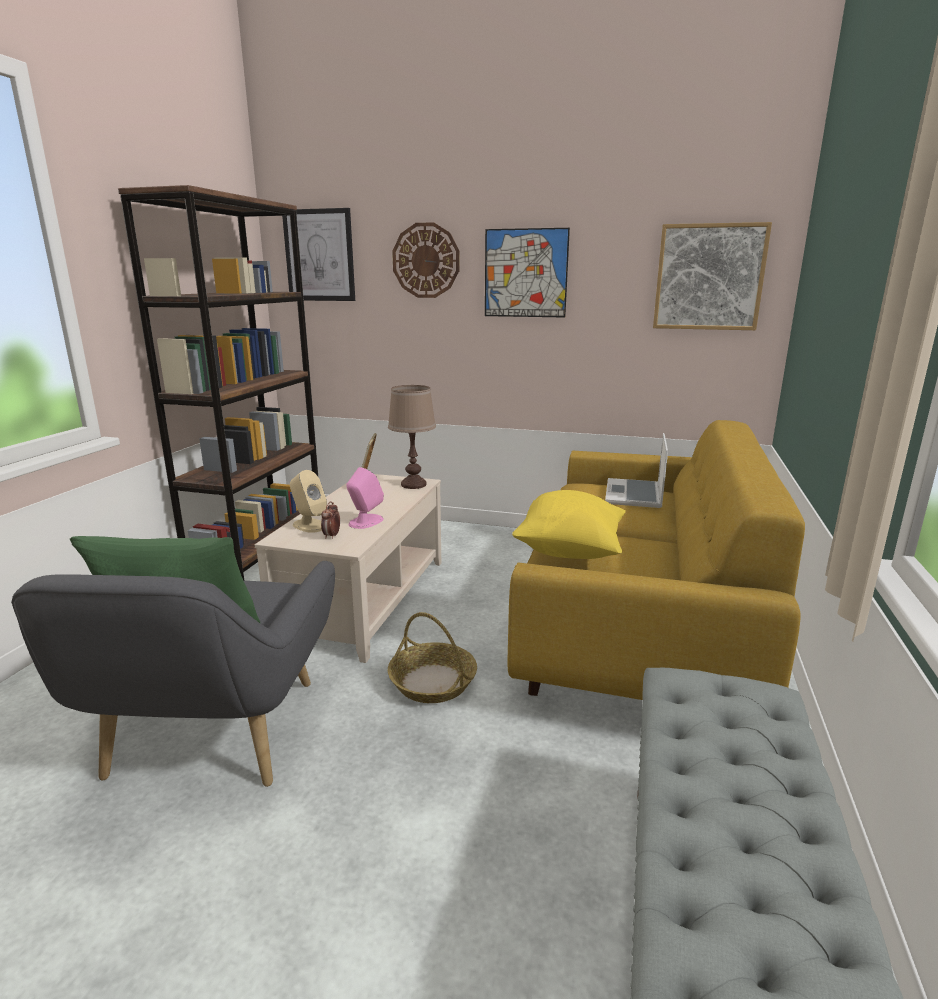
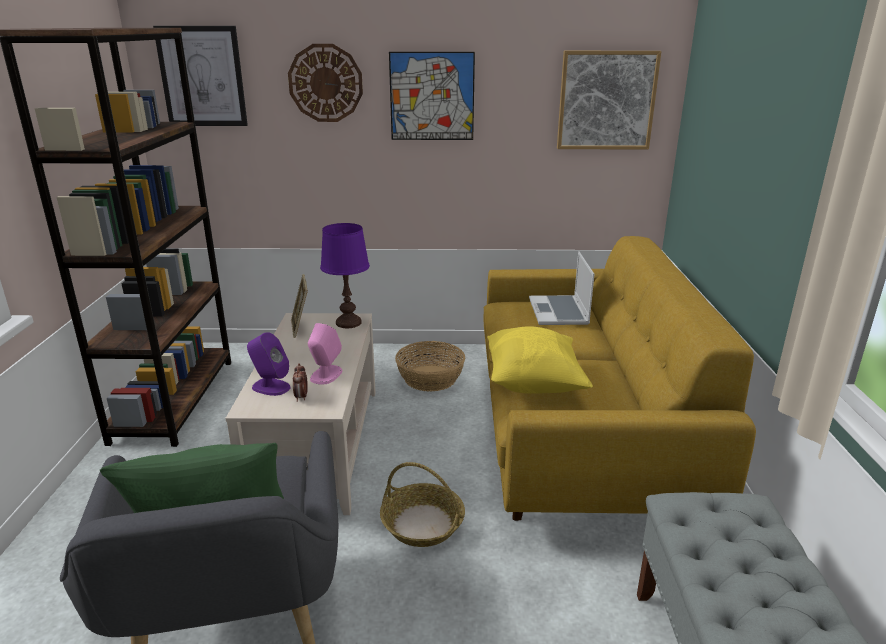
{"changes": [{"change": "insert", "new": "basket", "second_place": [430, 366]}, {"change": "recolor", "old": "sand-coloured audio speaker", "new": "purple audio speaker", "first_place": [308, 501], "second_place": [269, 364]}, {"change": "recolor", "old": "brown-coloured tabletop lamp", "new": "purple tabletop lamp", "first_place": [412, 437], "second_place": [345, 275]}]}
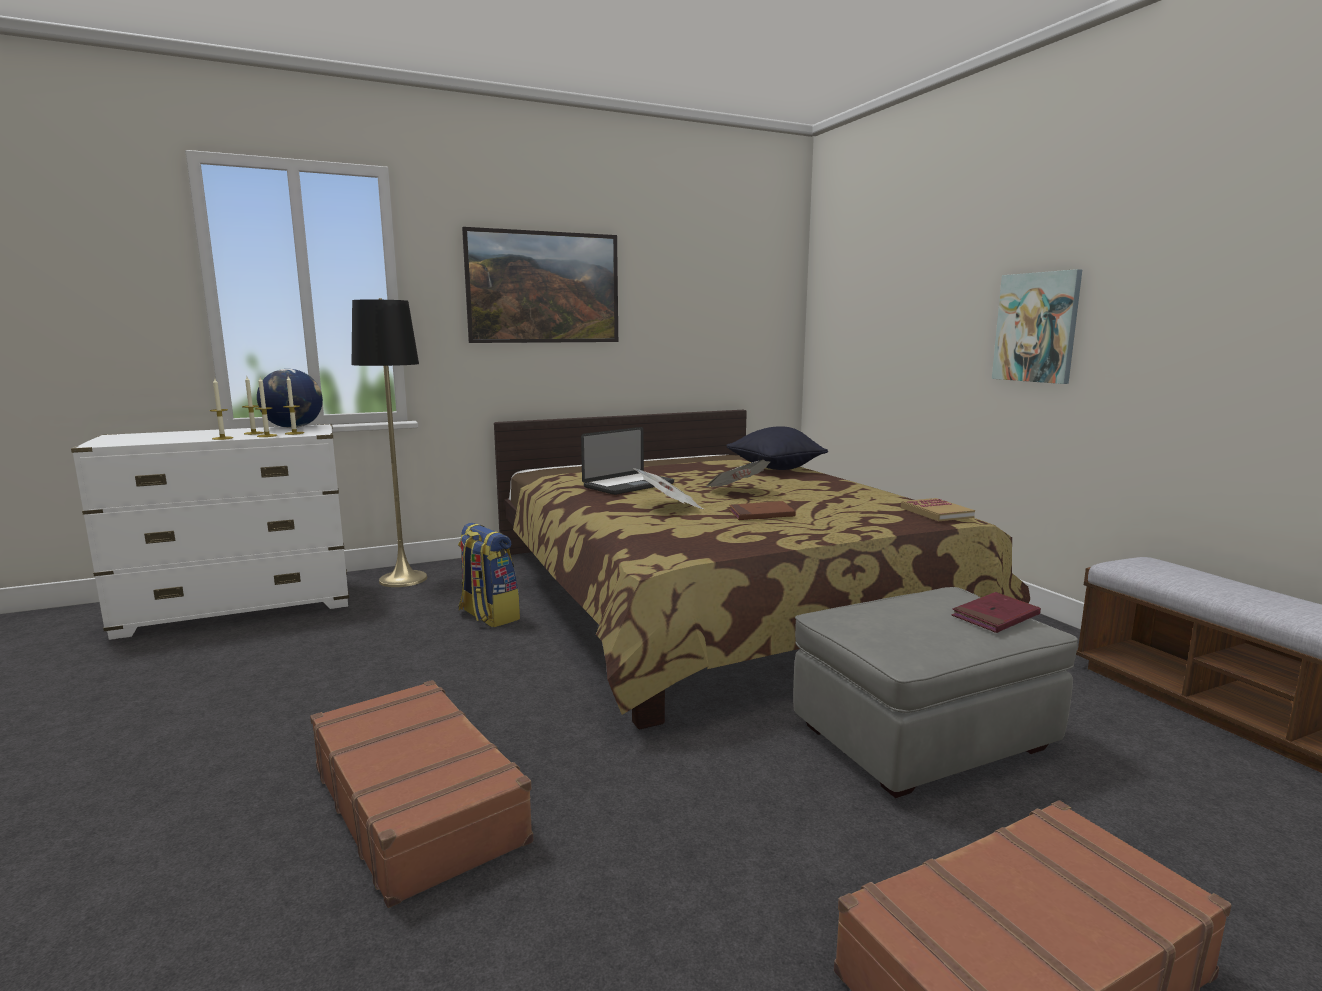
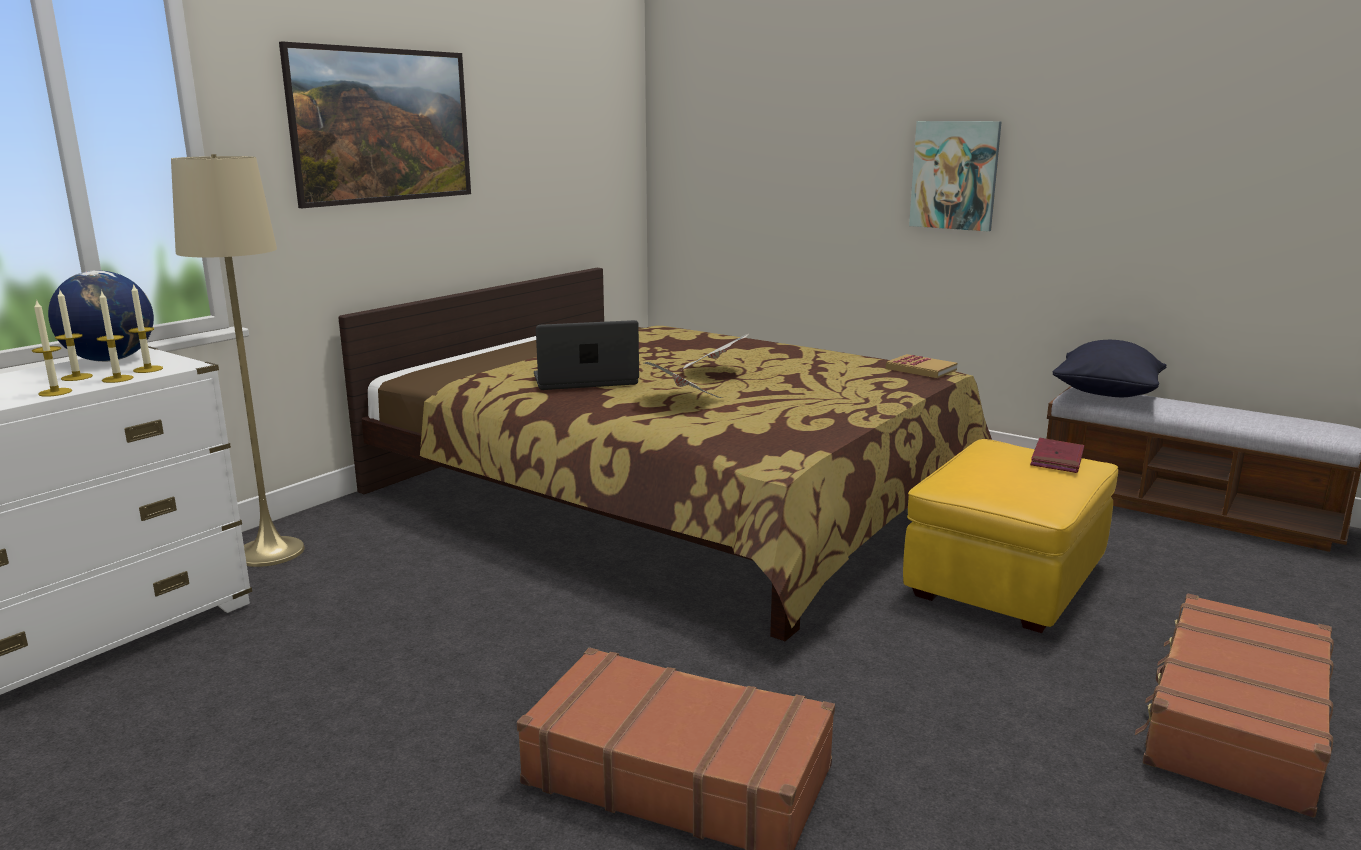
{"changes": [{"change": "delete", "old": "backpack", "first_place": [489, 575]}, {"change": "delete", "old": "brown-coloured volume", "first_place": [762, 510]}, {"change": "move", "old": "black-coloured throw pillow", "first_place": [777, 448], "second_place": [1109, 368]}, {"change": "recolor", "old": "black-coloured floor lamp", "new": "sand-coloured floor lamp", "first_place": [389, 442], "second_place": [238, 360]}, {"change": "recolor", "old": "grey ottoman", "new": "yellowish ottoman", "first_place": [935, 692], "second_place": [1010, 536]}, {"change": "rotate", "old": "notebook computer", "first_place": [627, 461], "second_place": [586, 355], "degrees": -120}]}
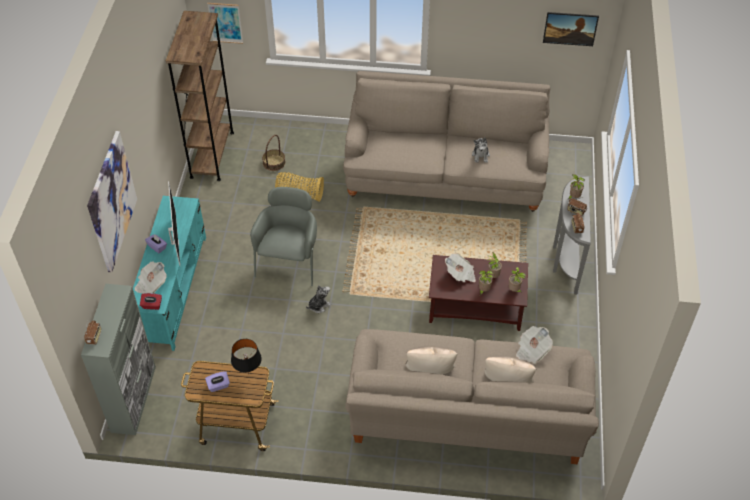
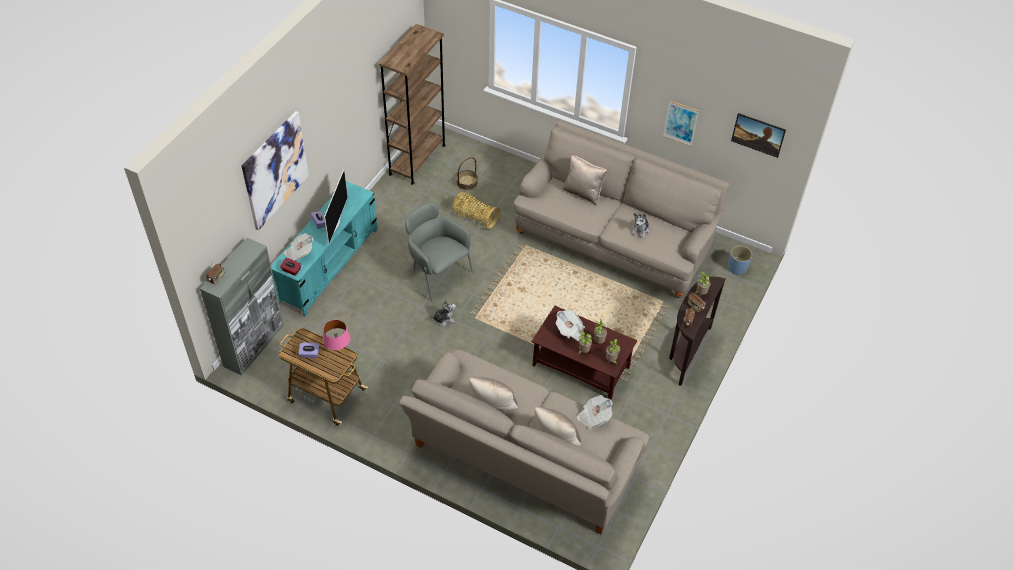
{"changes": [{"change": "insert", "new": "sand-coloured throw pillow", "second_place": [584, 180]}, {"change": "insert", "new": "blue planter", "second_place": [740, 260]}, {"change": "move", "old": "picture", "first_place": [225, 23], "second_place": [681, 123]}, {"change": "recolor", "old": "black-coloured tabletop lamp", "new": "pink tabletop lamp", "first_place": [246, 356], "second_place": [336, 336]}, {"change": "recolor", "old": "grey console table", "new": "brown-coloured console table", "first_place": [572, 235], "second_place": [697, 331]}, {"change": "rotate", "old": "grey easy chair", "first_place": [283, 236], "second_place": [439, 252], "degrees": -75}]}
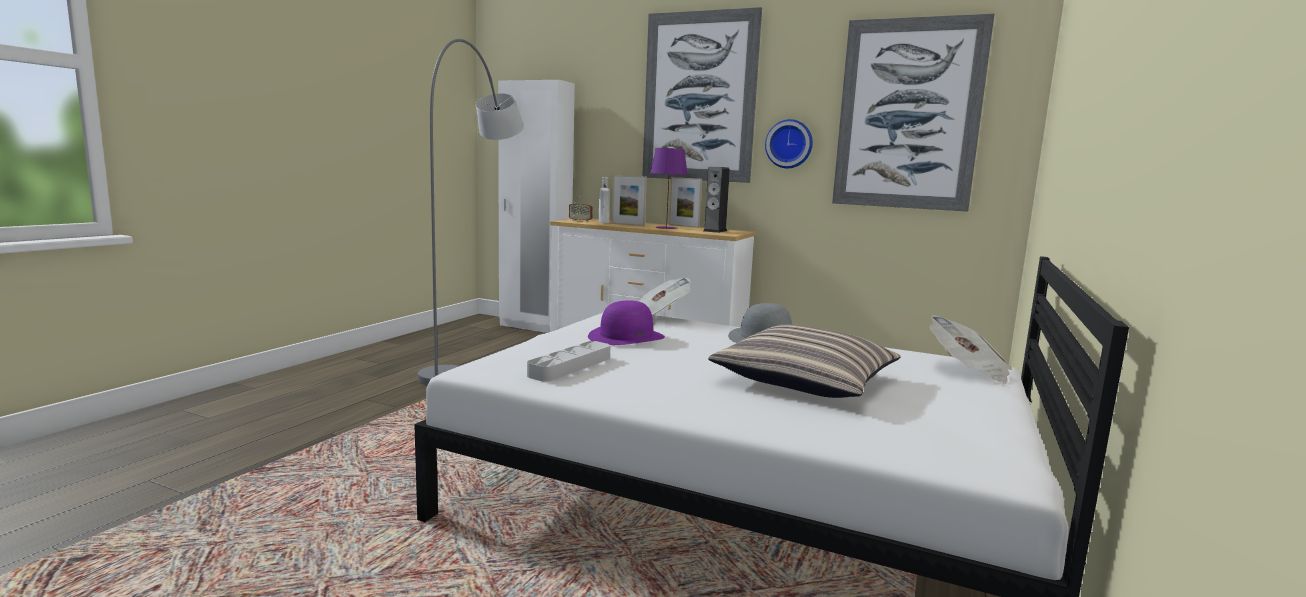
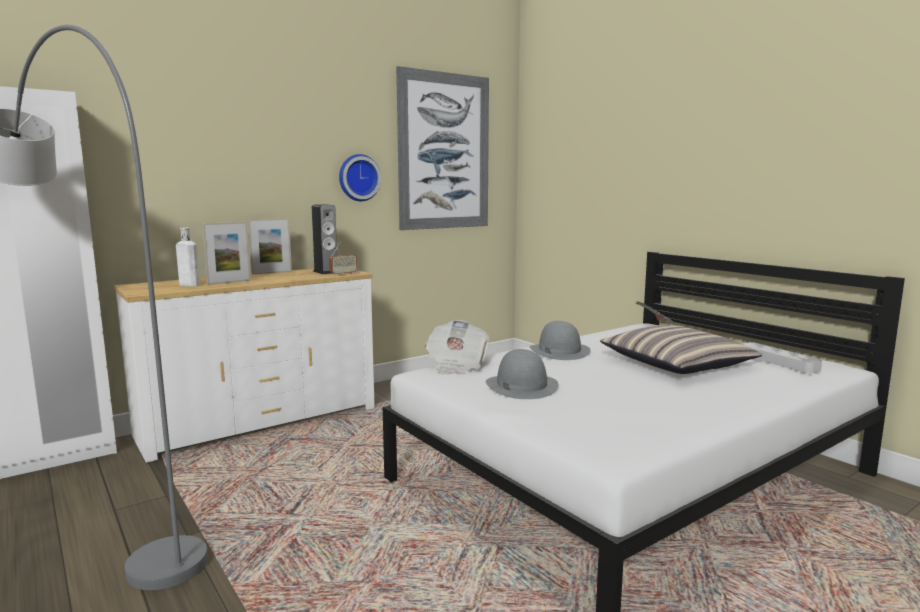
{"changes": [{"change": "delete", "old": "picture", "first_place": [702, 95]}, {"change": "delete", "old": "purple tabletop lamp", "first_place": [669, 188]}, {"change": "move", "old": "grey carrying tray", "first_place": [569, 361], "second_place": [782, 357]}, {"change": "move", "old": "radio set", "first_place": [581, 207], "second_place": [343, 258]}, {"change": "recolor", "old": "purple wearable hat", "new": "grey wearable hat", "first_place": [626, 323], "second_place": [522, 374]}]}
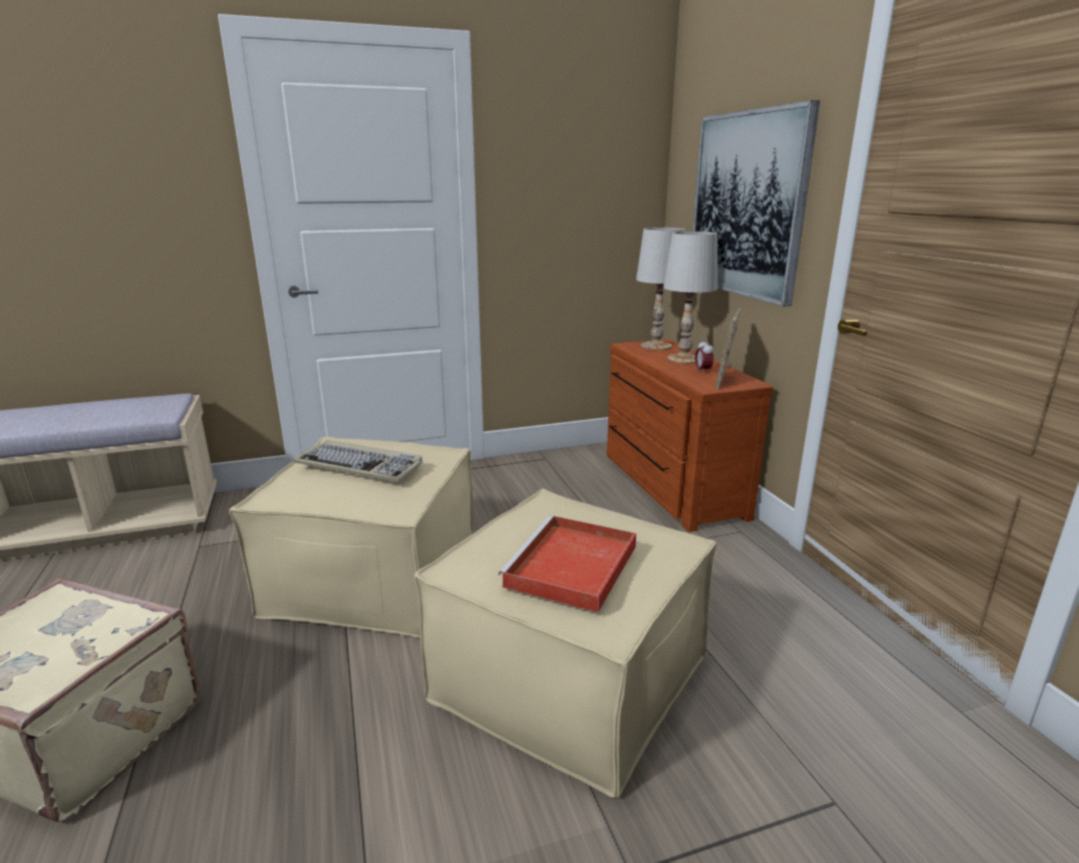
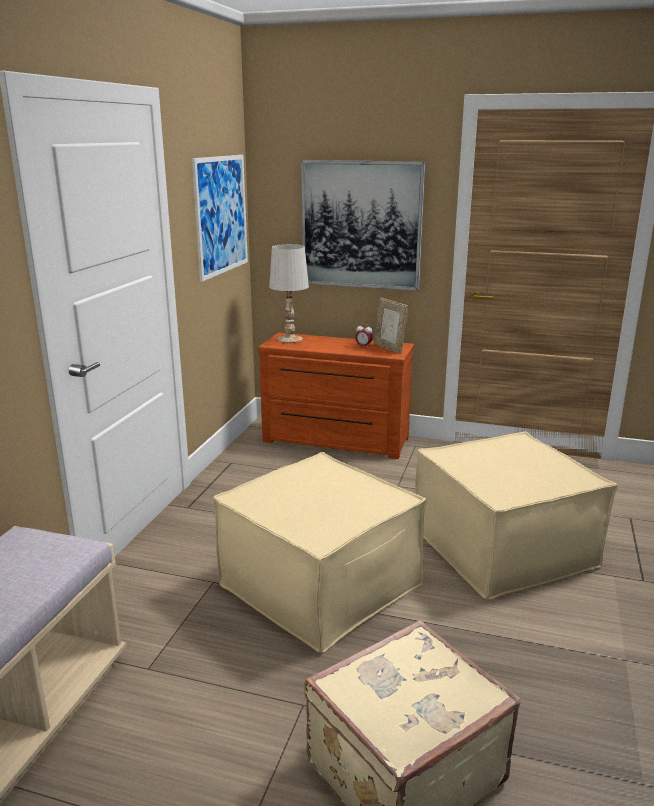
{"changes": [{"change": "delete", "old": "PC keyboard", "first_place": [357, 461]}, {"change": "delete", "old": "red carrying tray", "first_place": [567, 563]}, {"change": "delete", "old": "white-coloured tabletop lamp", "first_place": [690, 297]}, {"change": "insert", "new": "picture", "second_place": [220, 218]}]}
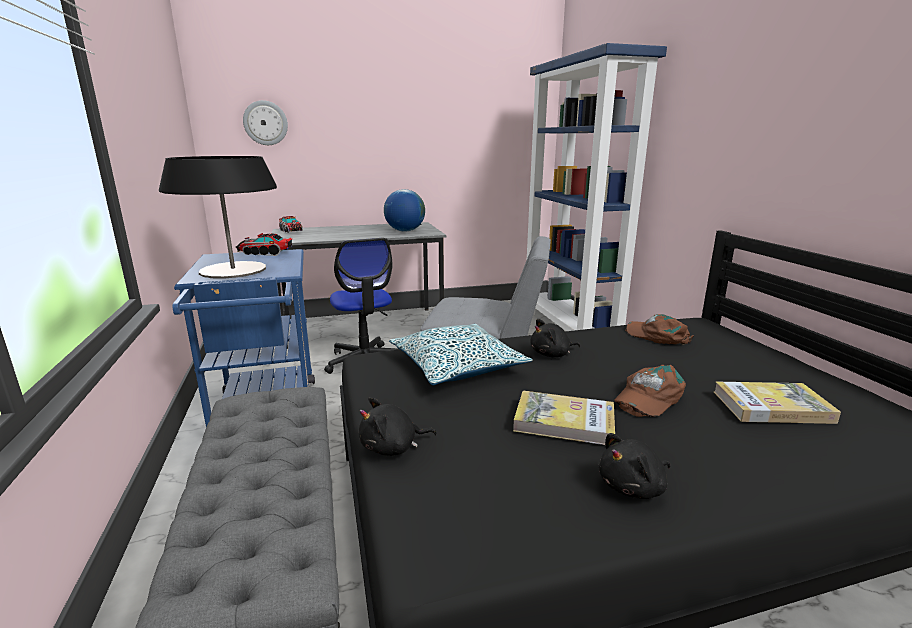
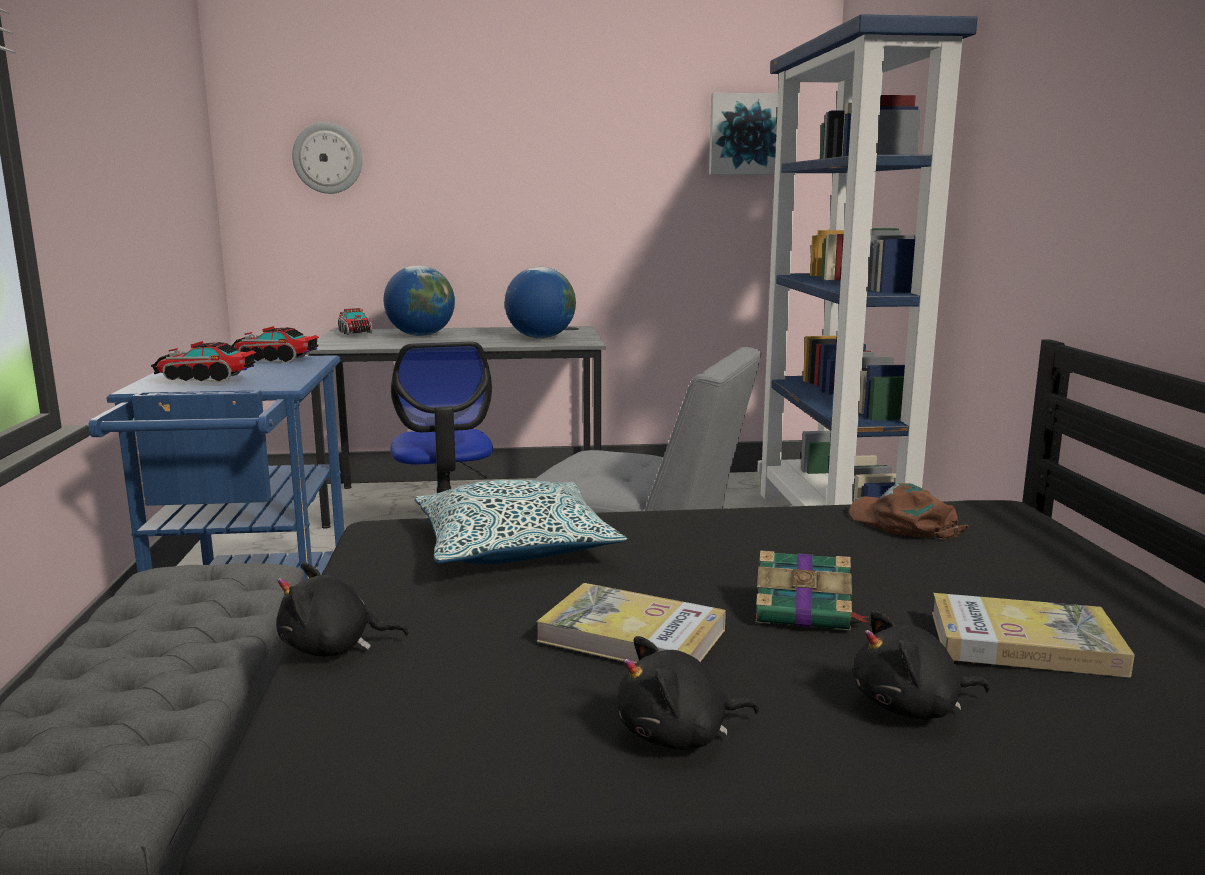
{"changes": [{"change": "insert", "new": "globe", "second_place": [419, 300]}, {"change": "insert", "new": "picture", "second_place": [743, 134]}, {"change": "move", "old": "black-coloured soft toy", "first_place": [555, 338], "second_place": [921, 665]}, {"change": "replace", "old": "tabletop lamp", "new": "toy lorry", "first_place": [218, 217], "second_place": [203, 362]}, {"change": "replace", "old": "brown-coloured baseball cap", "new": "volume", "first_place": [650, 391], "second_place": [812, 590]}]}
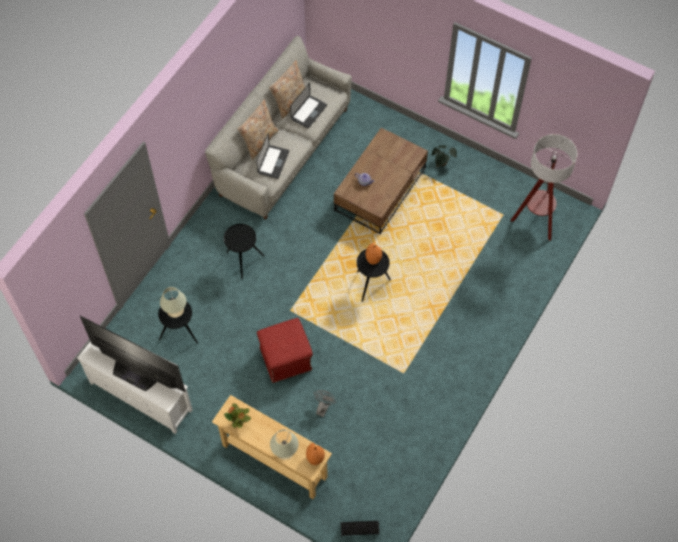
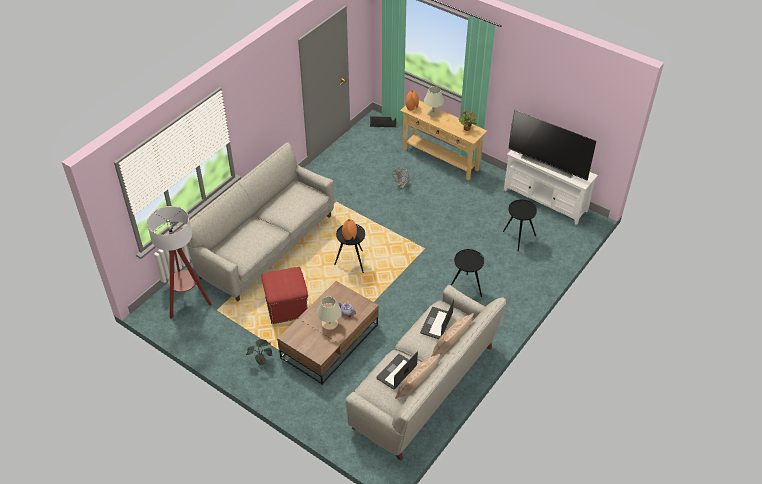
{"changes": [{"change": "insert", "new": "grey sofa", "second_place": [258, 221]}, {"change": "move", "old": "sand-coloured tabletop lamp", "first_place": [173, 302], "second_place": [329, 313]}, {"change": "move", "old": "red ottoman", "first_place": [285, 350], "second_place": [284, 295]}]}
